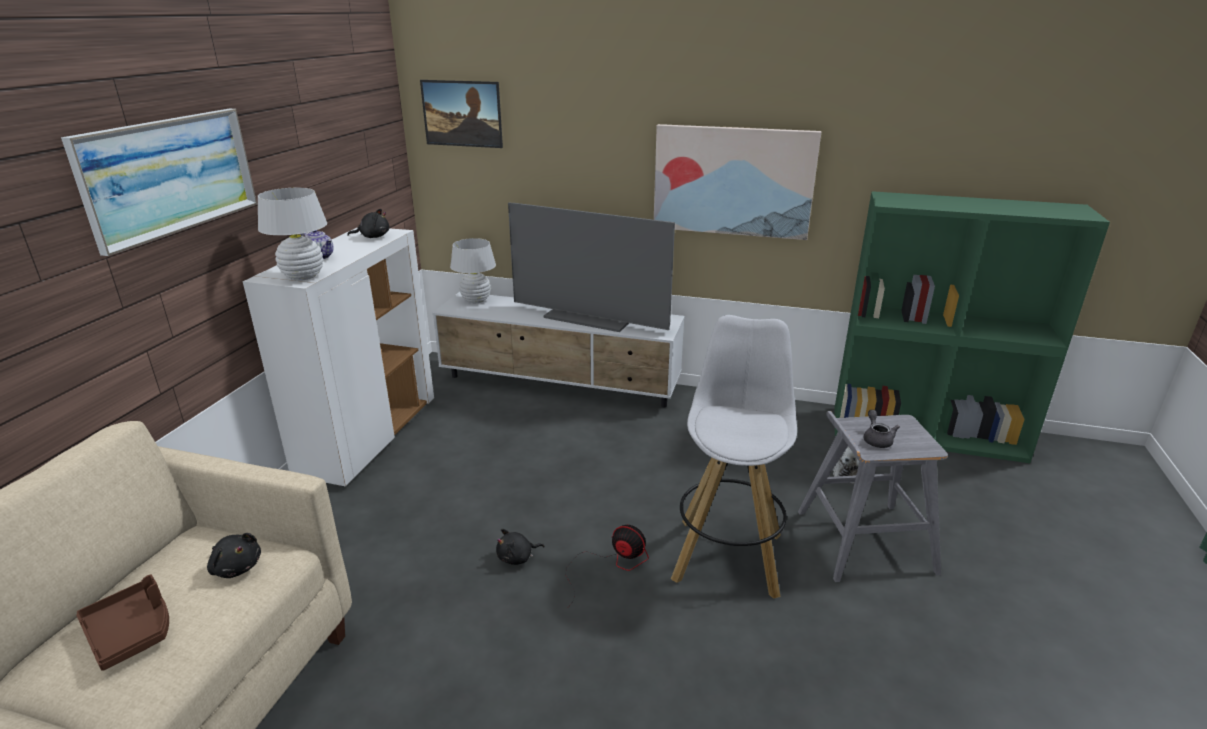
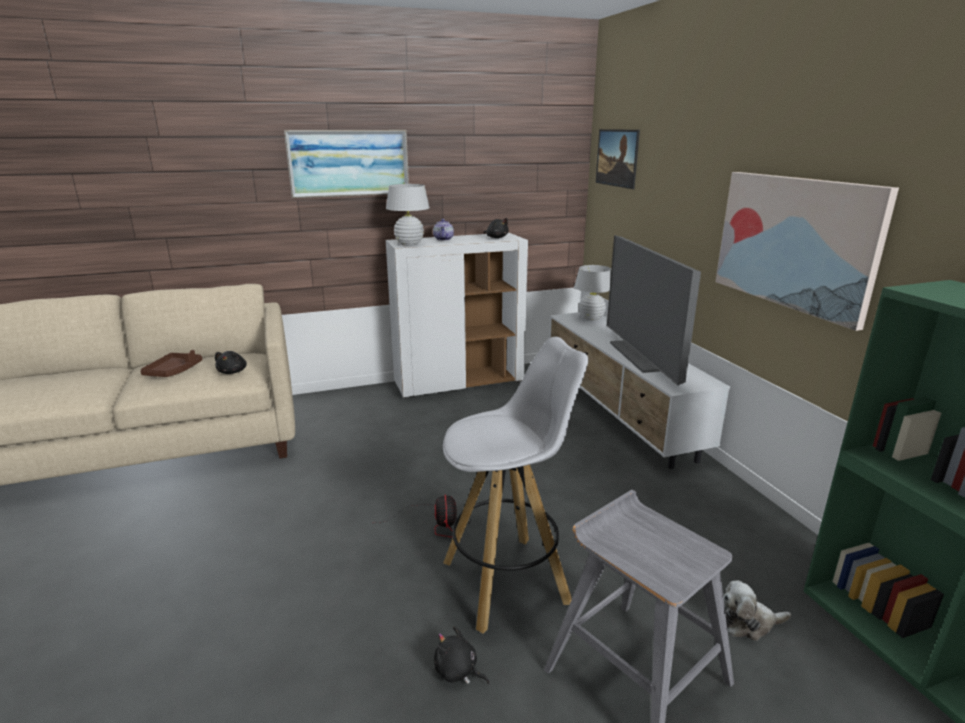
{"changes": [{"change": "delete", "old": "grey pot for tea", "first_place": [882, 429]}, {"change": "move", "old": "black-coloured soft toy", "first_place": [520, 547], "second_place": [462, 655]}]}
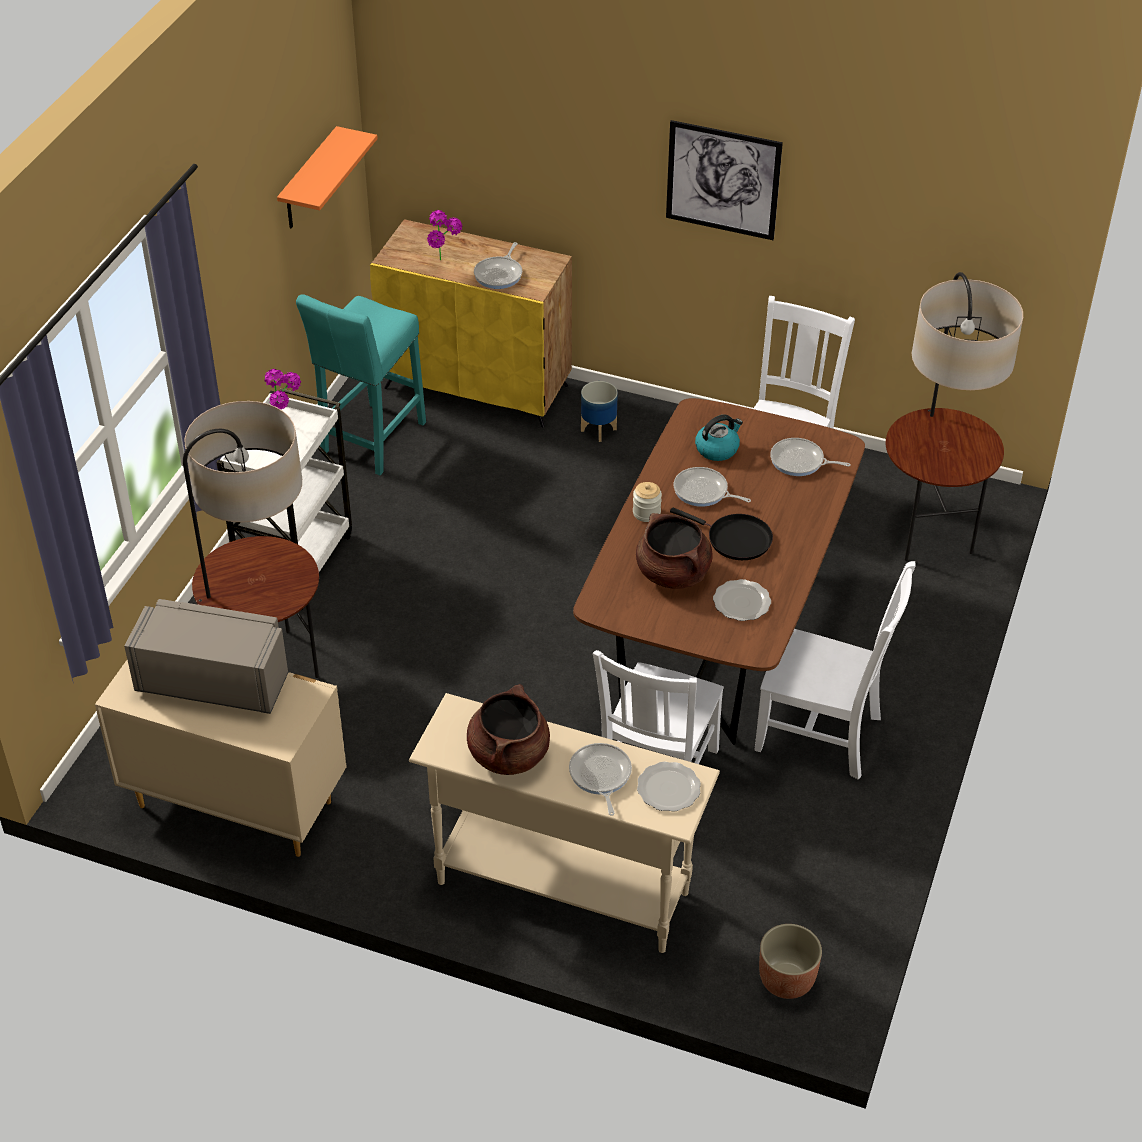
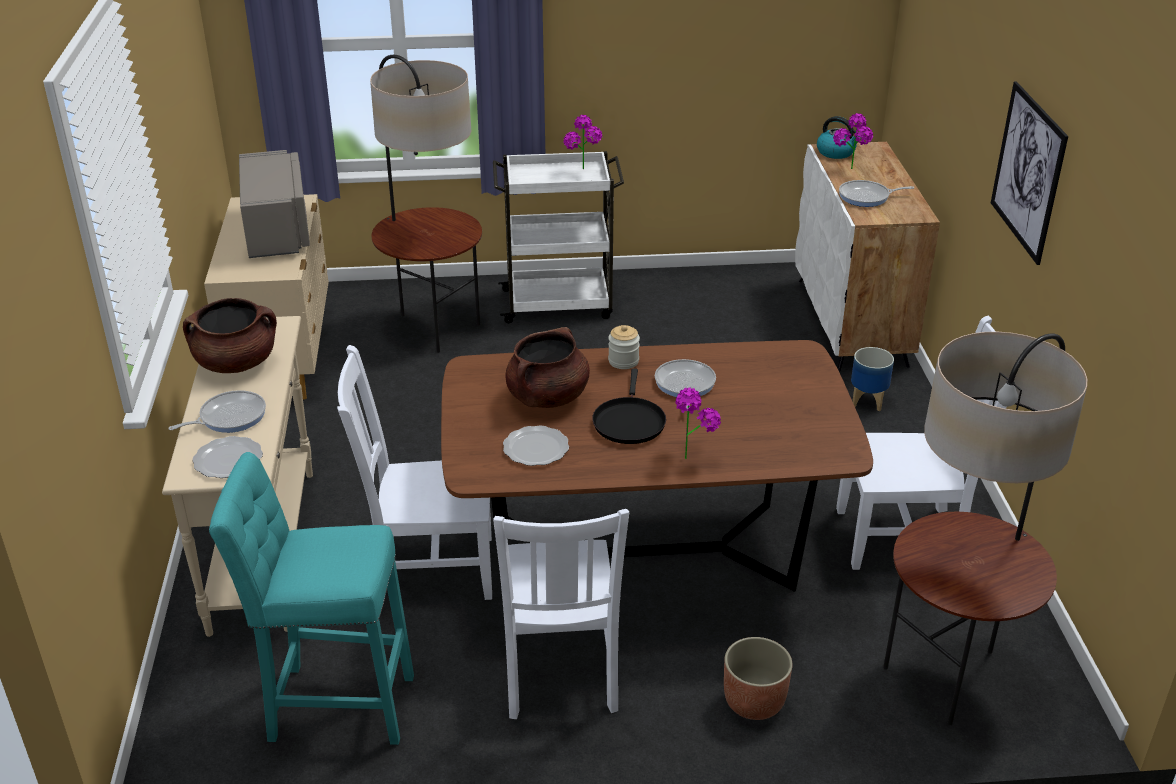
{"changes": [{"change": "delete", "old": "orange-coloured shelf", "first_place": [327, 177]}, {"change": "delete", "old": "frying pan", "first_place": [810, 457]}, {"change": "insert", "new": "potted plant", "second_place": [698, 423]}, {"change": "move", "old": "turquoise sitting stool", "first_place": [361, 384], "second_place": [311, 598]}, {"change": "move", "old": "tea kettle", "first_place": [719, 438], "second_place": [839, 137]}, {"change": "move", "old": "planter", "first_place": [790, 961], "second_place": [758, 678]}, {"change": "recolor", "old": "yellowish storage cabinet", "new": "white-coloured storage cabinet", "first_place": [471, 323], "second_place": [867, 256]}]}
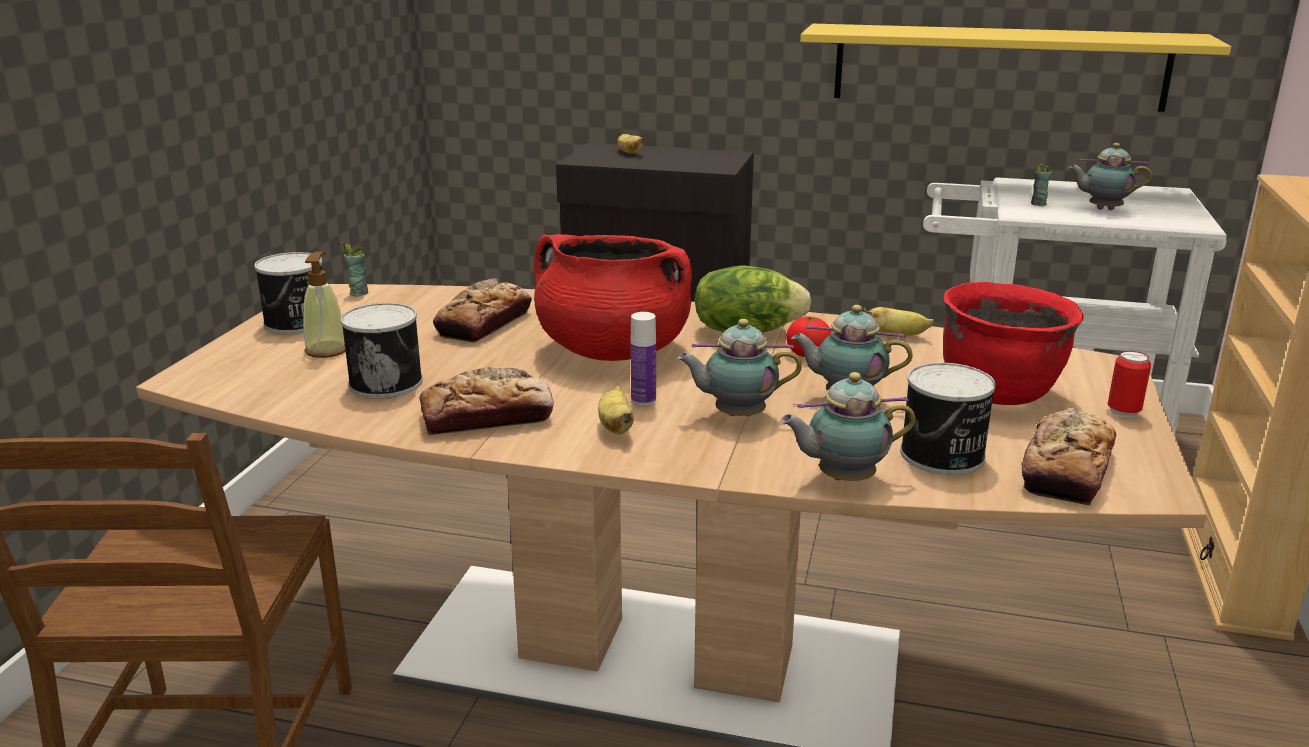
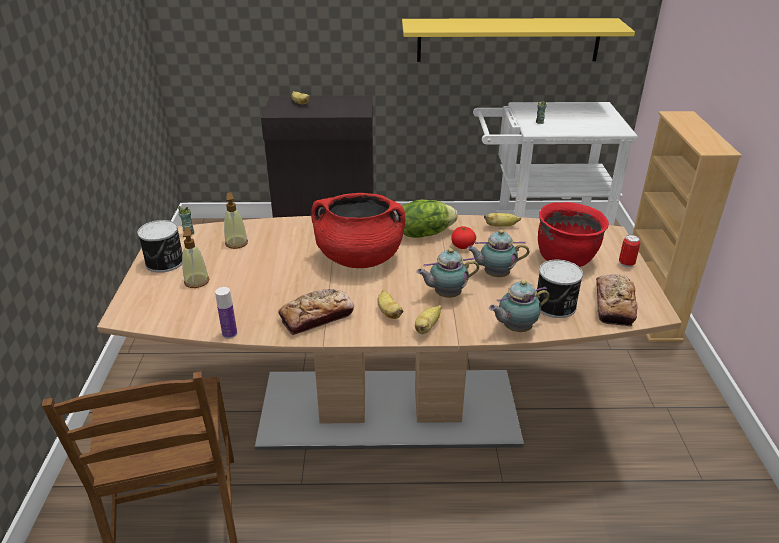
{"changes": [{"change": "delete", "old": "metal can", "first_place": [382, 351]}, {"change": "delete", "old": "bread", "first_place": [482, 310]}, {"change": "delete", "old": "pot for tea", "first_place": [1110, 176]}, {"change": "insert", "new": "soap bottle", "second_place": [236, 220]}, {"change": "insert", "new": "whole banana", "second_place": [428, 319]}, {"change": "move", "old": "bottle", "first_place": [643, 359], "second_place": [226, 313]}]}
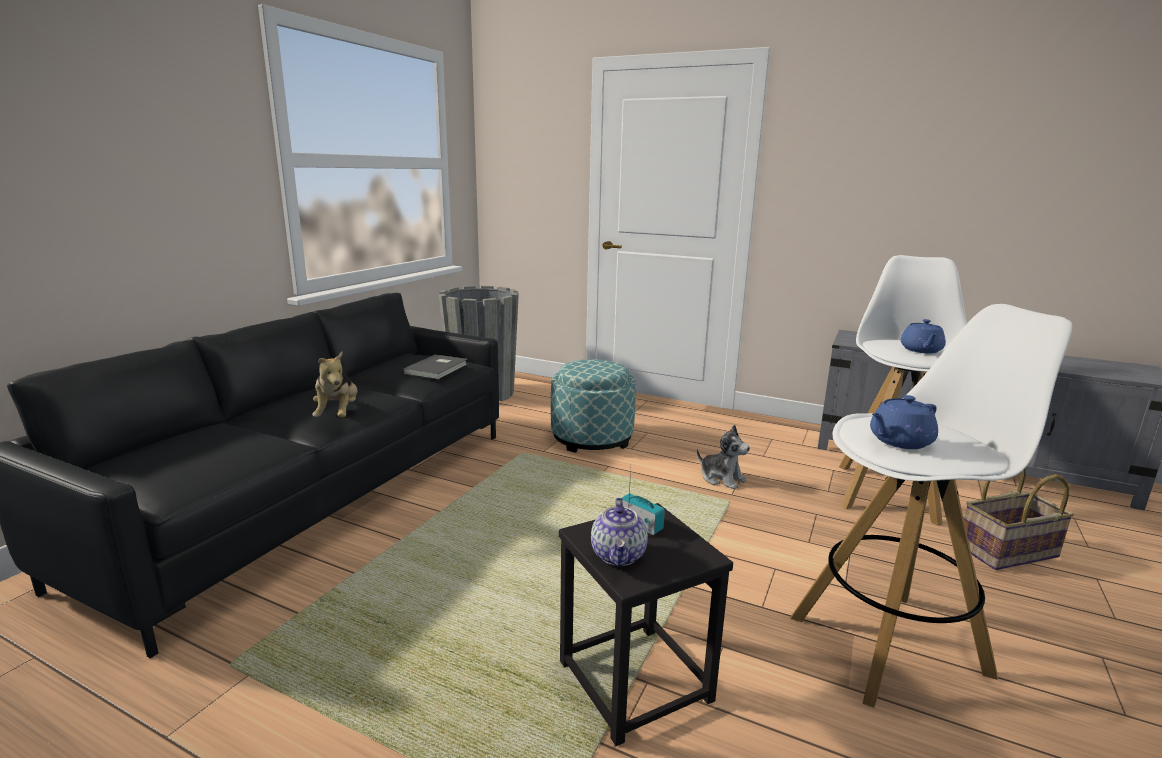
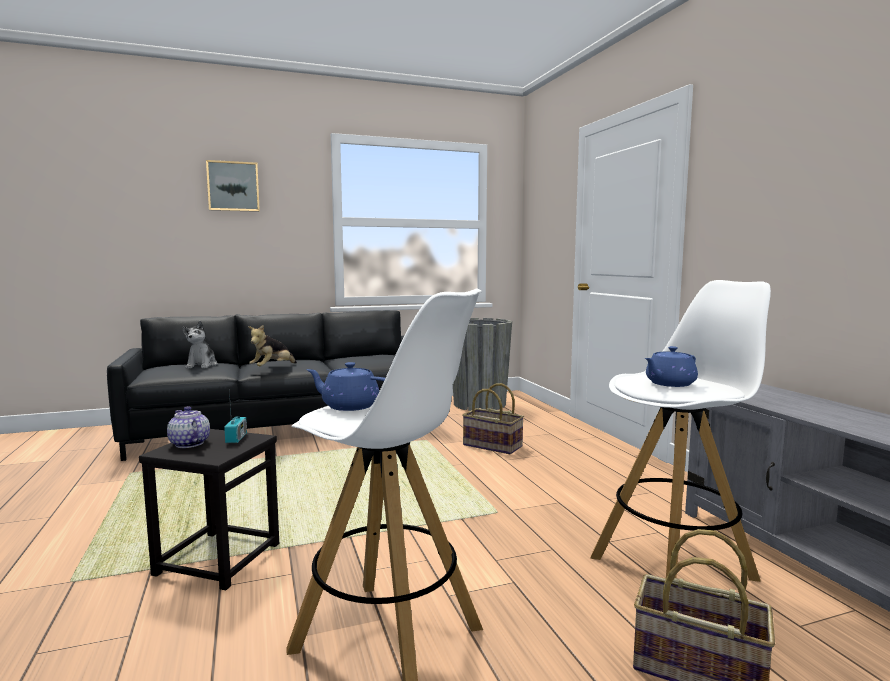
{"changes": [{"change": "delete", "old": "grey volume", "first_place": [435, 367]}, {"change": "insert", "new": "picture", "second_place": [233, 186]}, {"change": "move", "old": "soft toy", "first_place": [723, 457], "second_place": [199, 345]}, {"change": "replace", "old": "ottoman", "new": "basket", "first_place": [593, 406], "second_place": [493, 418]}, {"change": "rotate", "old": "pot for tea", "first_place": [619, 532], "second_place": [188, 427], "degrees": 90}]}
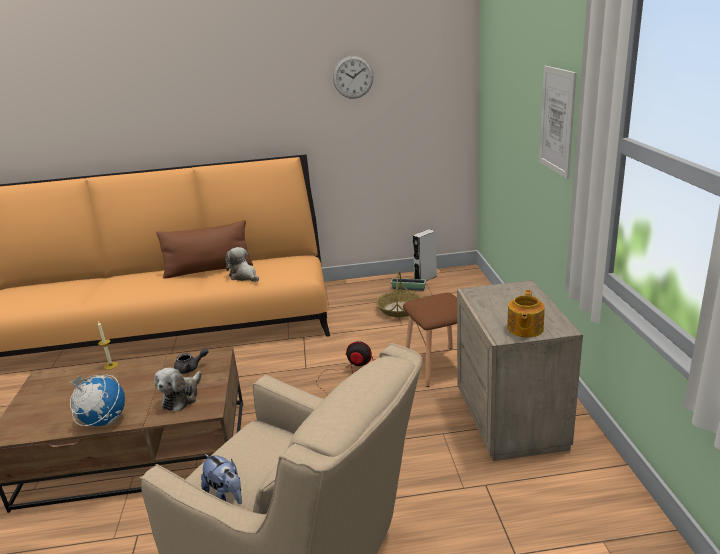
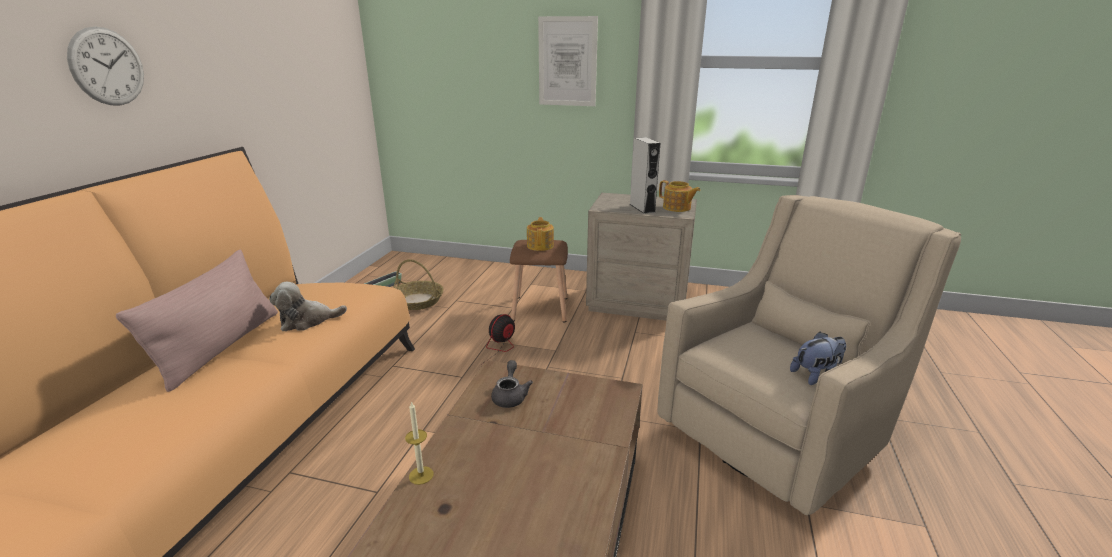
{"changes": [{"change": "delete", "old": "globe", "first_place": [97, 400]}, {"change": "delete", "old": "soft toy", "first_place": [178, 390]}, {"change": "insert", "new": "pot for tea", "second_place": [540, 234]}, {"change": "move", "old": "wall clock", "first_place": [353, 77], "second_place": [105, 65]}, {"change": "move", "old": "grey audio speaker", "first_place": [425, 255], "second_place": [645, 175]}, {"change": "recolor", "old": "brown-coloured throw pillow", "new": "pink throw pillow", "first_place": [204, 249], "second_place": [197, 320]}]}
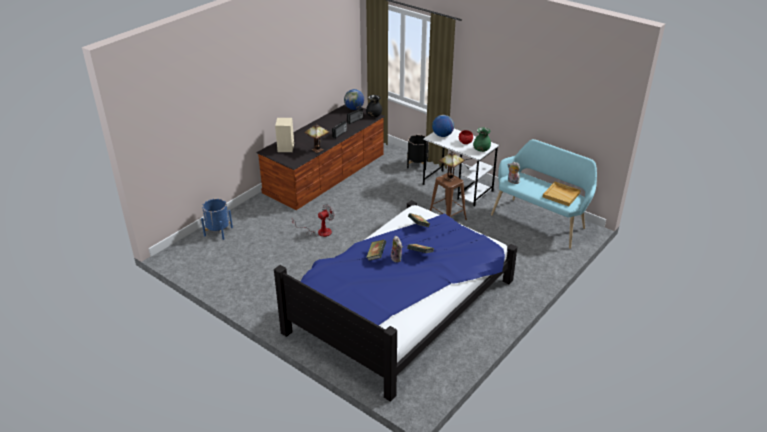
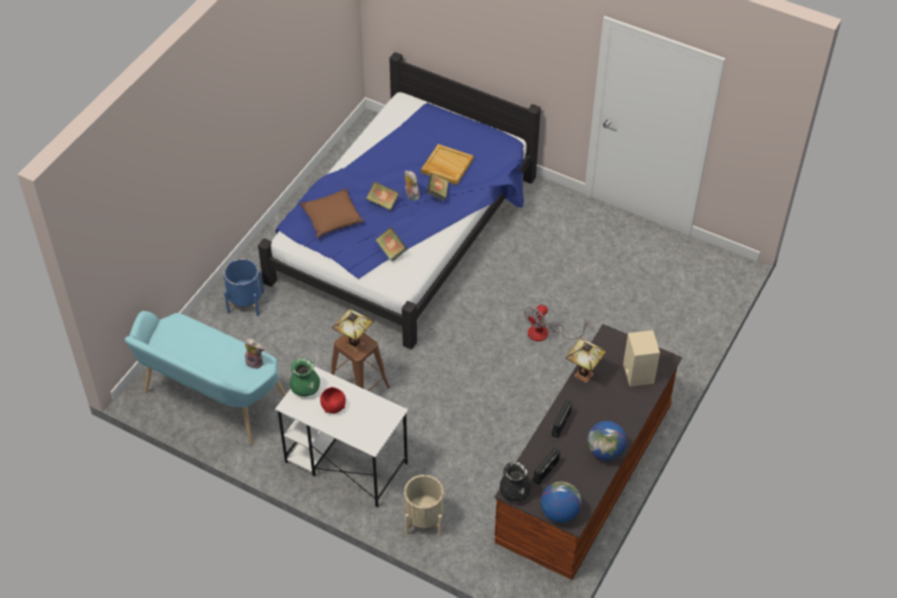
{"changes": [{"change": "insert", "new": "brown-coloured throw pillow", "second_place": [332, 213]}, {"change": "move", "old": "blue planter", "first_place": [217, 219], "second_place": [243, 287]}, {"change": "move", "old": "globe", "first_place": [443, 126], "second_place": [607, 441]}, {"change": "move", "old": "sand-coloured carrying tray", "first_place": [562, 194], "second_place": [447, 164]}, {"change": "recolor", "old": "black-coloured planter", "new": "sand-coloured planter", "first_place": [418, 152], "second_place": [424, 505]}]}
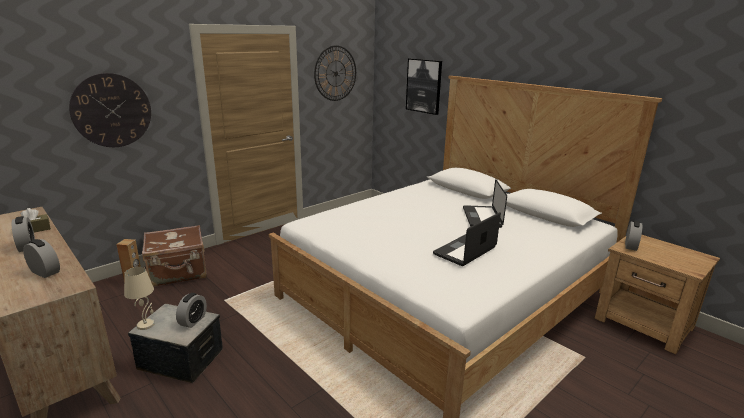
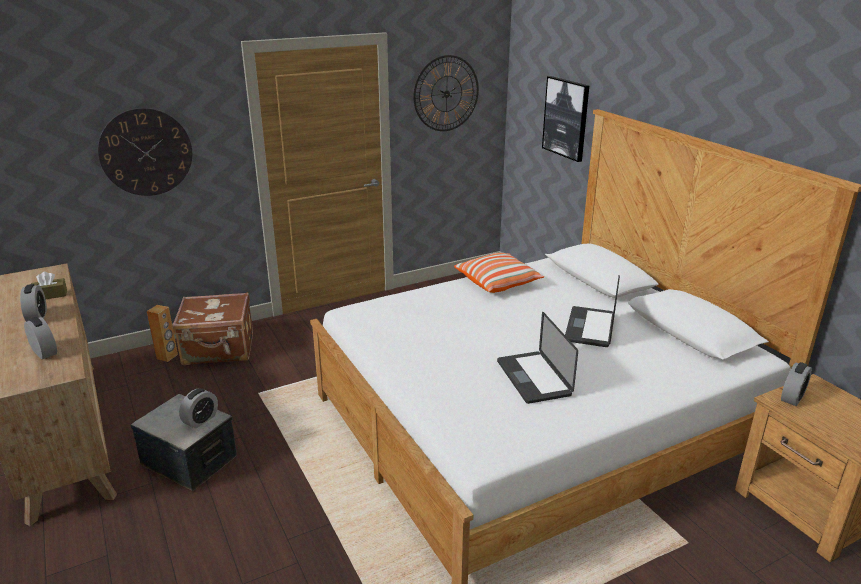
{"changes": [{"change": "delete", "old": "sand-coloured tabletop lamp", "first_place": [139, 298]}, {"change": "insert", "new": "throw pillow", "second_place": [499, 273]}, {"change": "rotate", "old": "notebook computer", "first_place": [467, 239], "second_place": [537, 358], "degrees": -75}]}
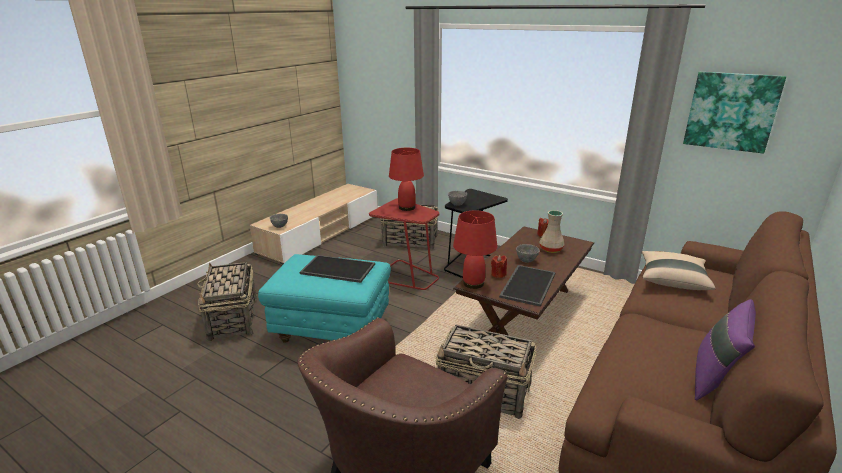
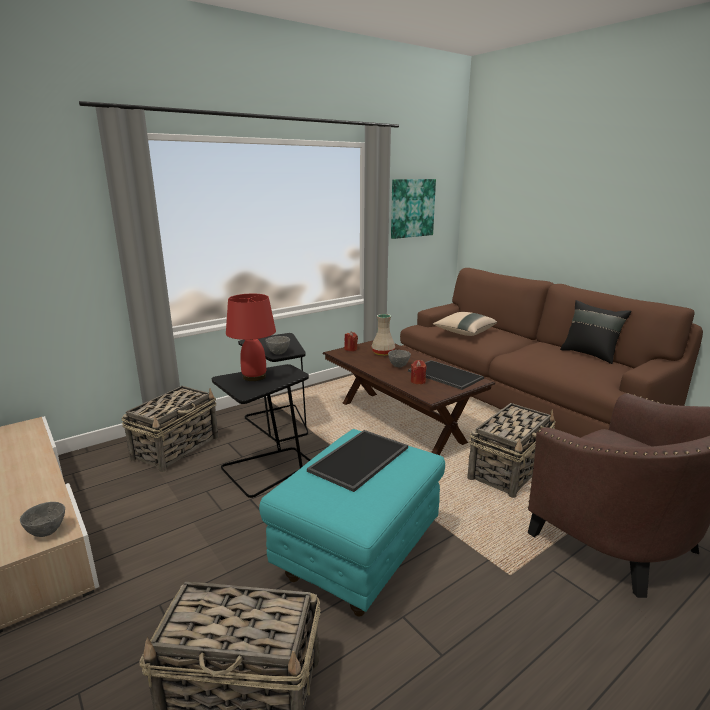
{"changes": [{"change": "delete", "old": "red tabletop lamp", "first_place": [475, 249]}, {"change": "recolor", "old": "red side table", "new": "black-coloured side table", "first_place": [404, 244], "second_place": [261, 431]}, {"change": "recolor", "old": "purple throw pillow", "new": "black-coloured throw pillow", "first_place": [725, 349], "second_place": [595, 332]}]}
